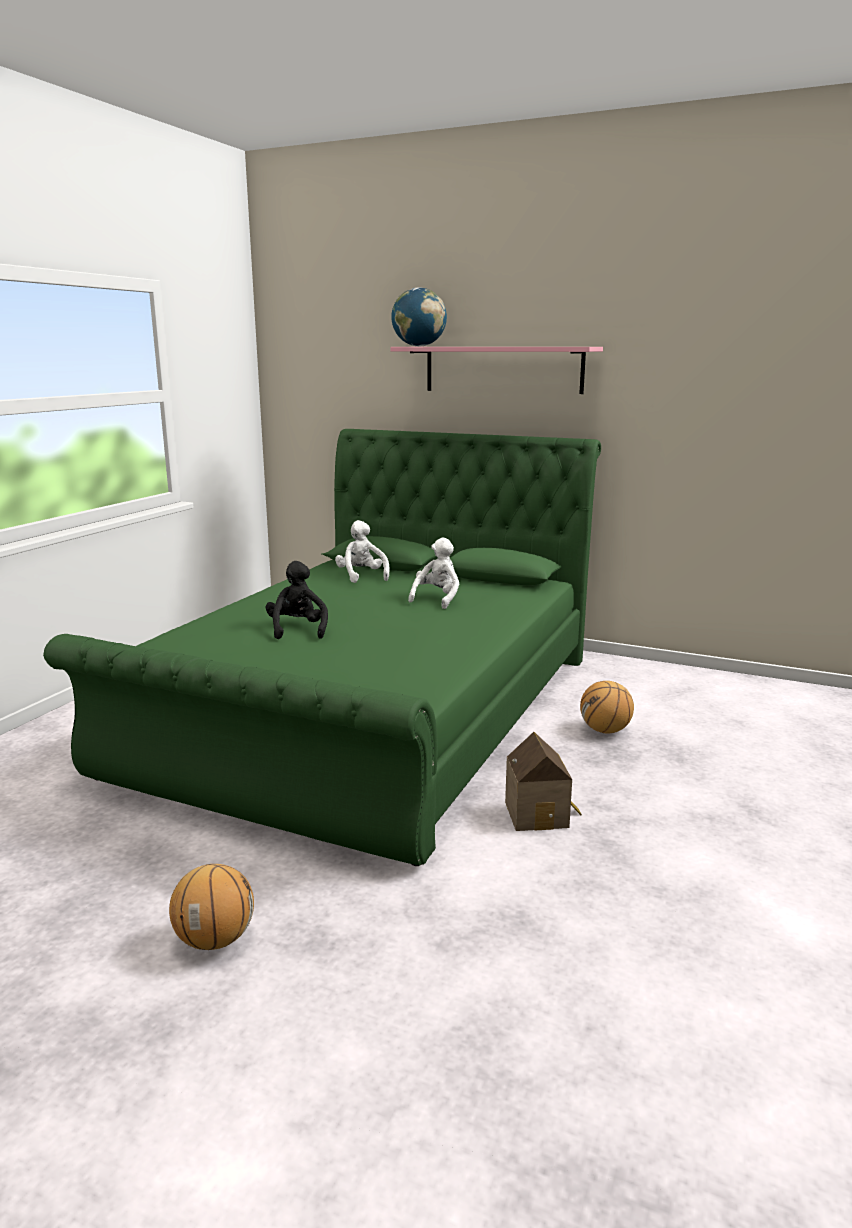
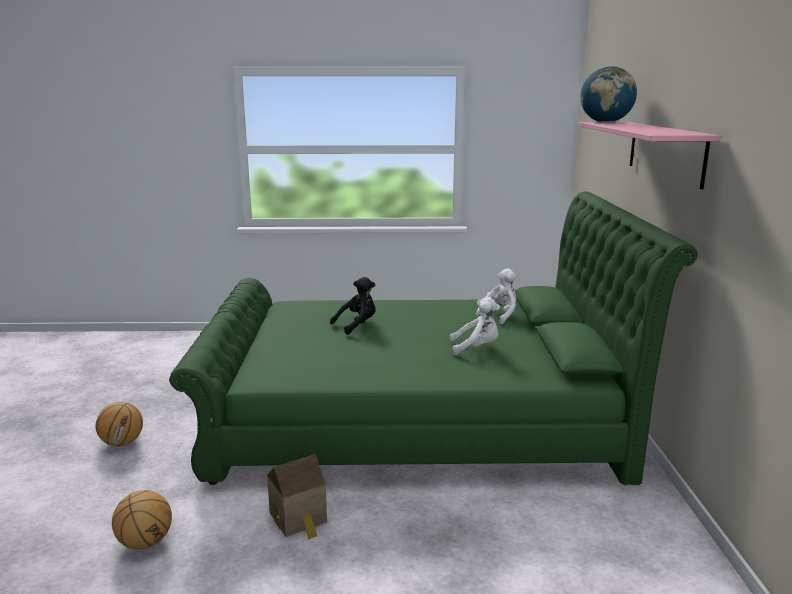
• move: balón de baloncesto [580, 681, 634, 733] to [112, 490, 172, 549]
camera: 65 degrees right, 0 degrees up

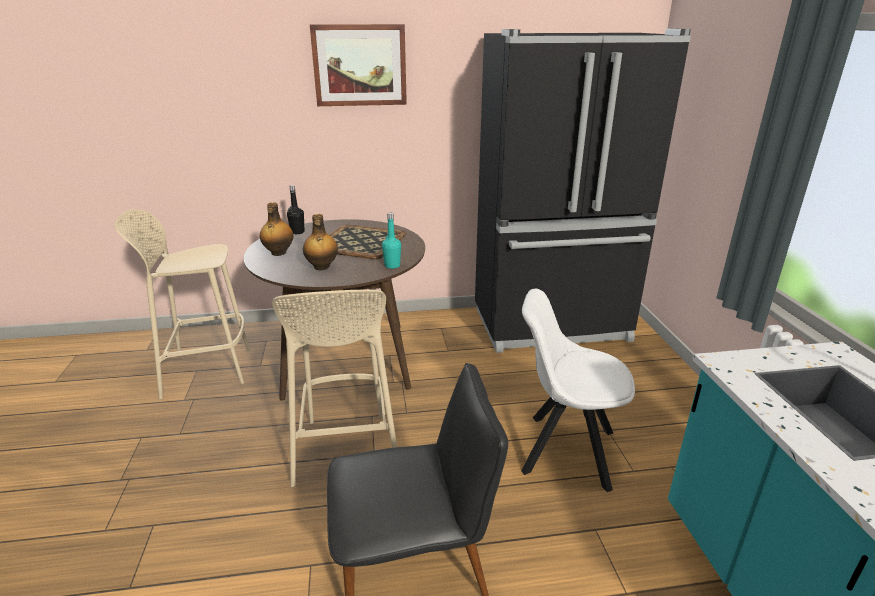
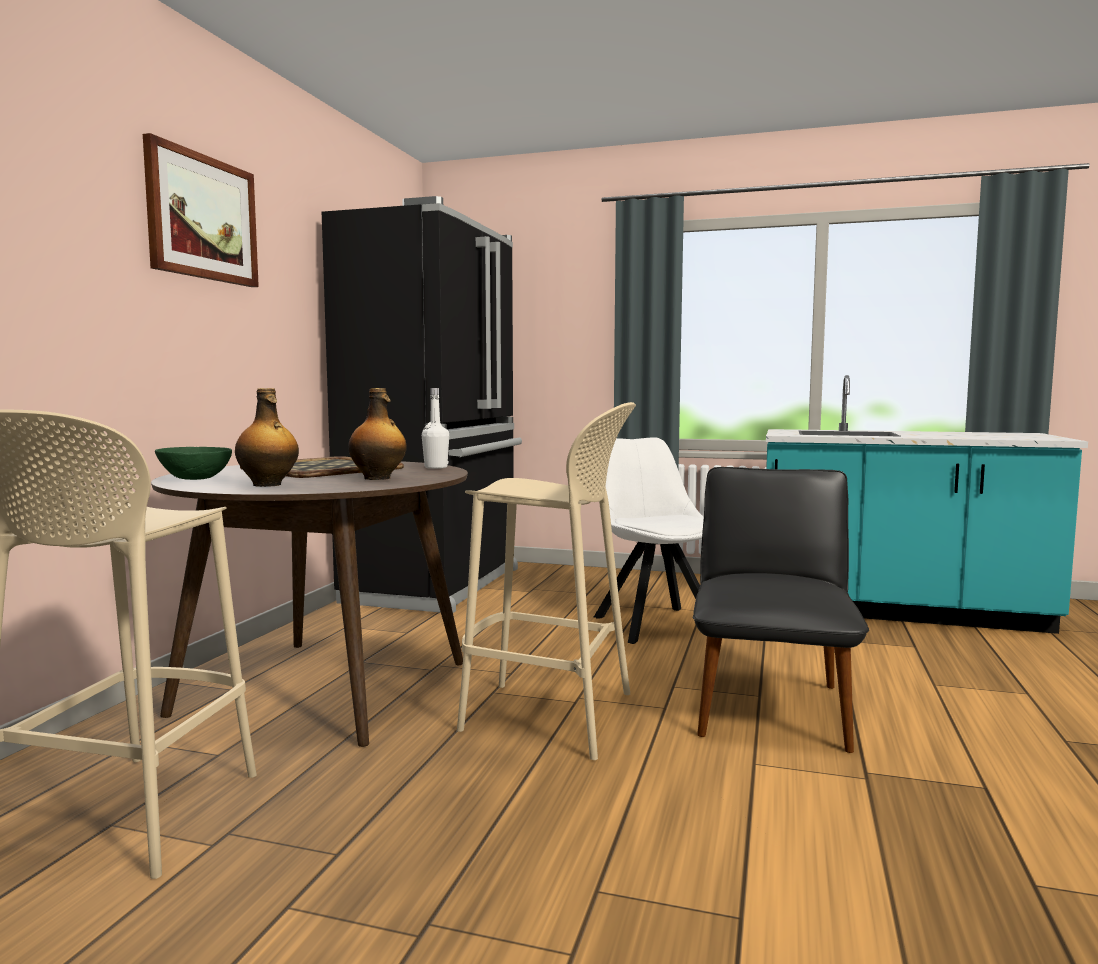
• replace: botella (negro) [287, 185, 305, 234] to cuenco (verde) [155, 447, 232, 480]
• recolor: botella (turquesa) [382, 213, 401, 269] to botella (blanco) [422, 388, 449, 469]
• rotate: silla (blanco) [521, 289, 635, 492] = [594, 437, 704, 644] 120 degrees clockwise
camera: 65 degrees left, 20 degrees down

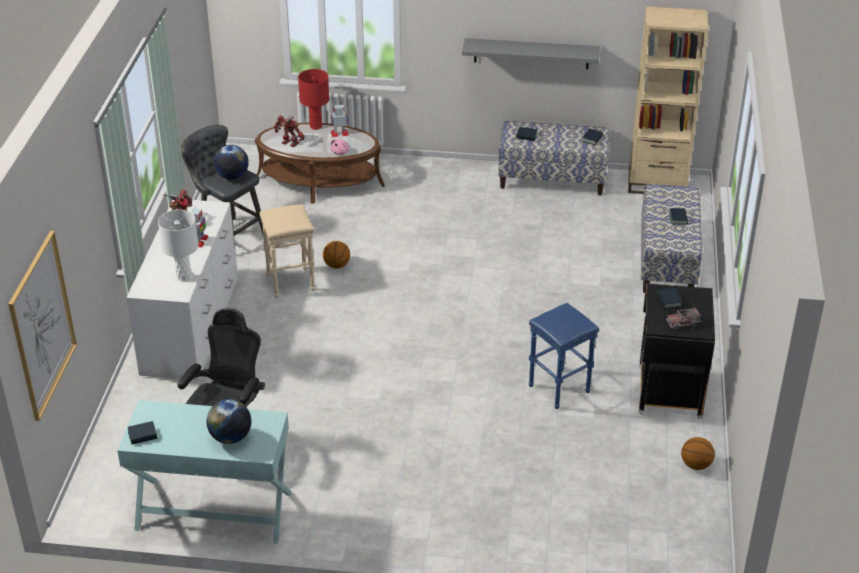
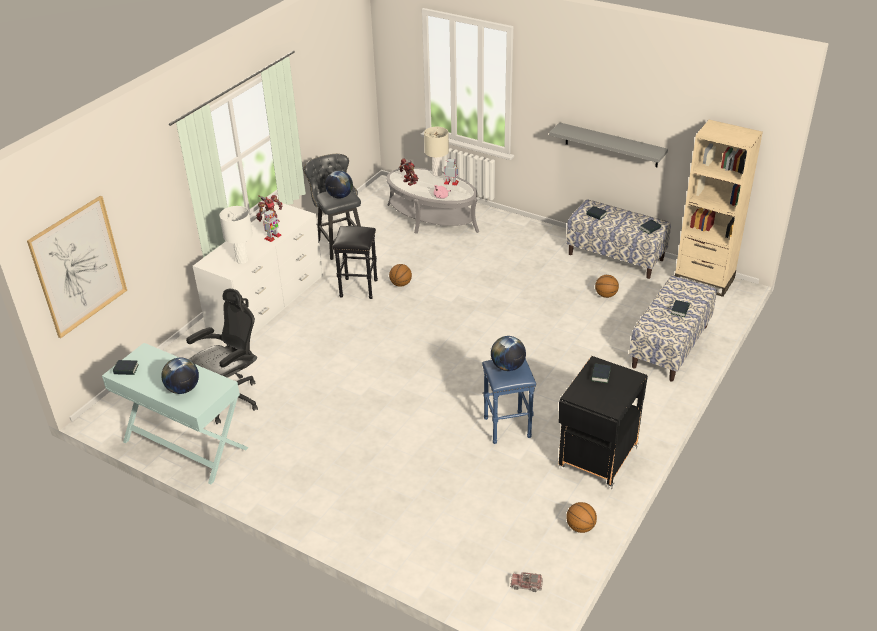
• recolor: taburete (beis) [259, 204, 315, 298] to taburete (negro) [333, 226, 378, 299]
• recolor: mesa de centro (marrón) [255, 123, 385, 204] to mesa de centro (gris) [386, 168, 479, 234]
• recolor: lámpara de mesa (rojo) [298, 69, 329, 130] to lámpara de mesa (beis) [424, 127, 449, 176]
• insert: globo terráqueo [491, 336, 526, 371]
• move: camión de juguete [666, 307, 702, 329] to [510, 572, 543, 592]
• insert: balón de baloncesto [595, 275, 619, 298]
camera: 25 degrees right, 0 degrees up

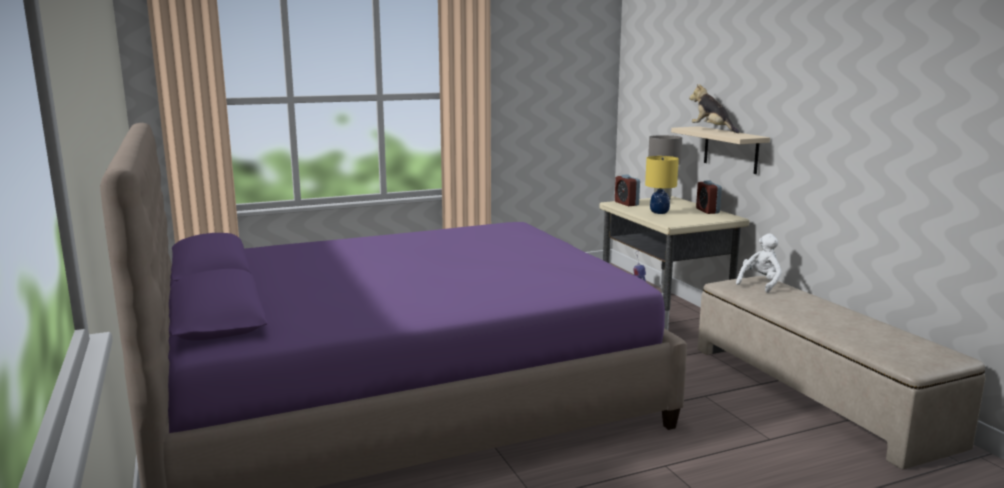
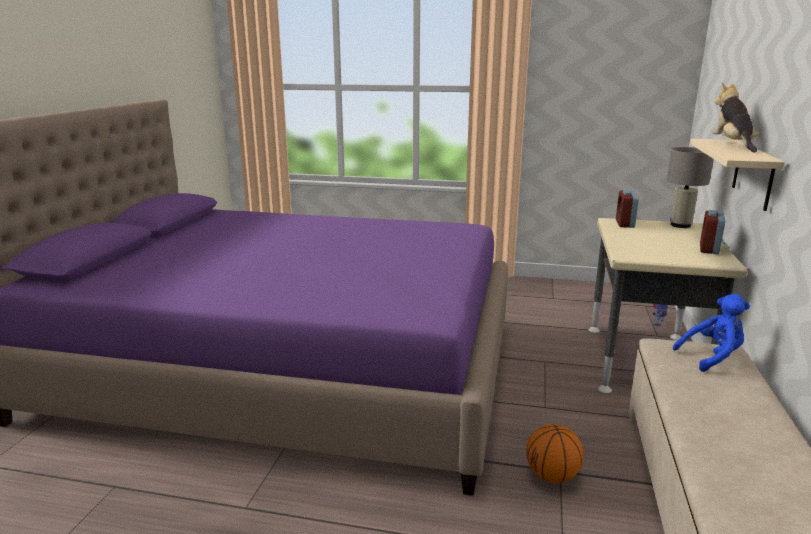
• insert: balón de baloncesto [526, 424, 584, 483]
• recolor: peluche (blanco) [736, 233, 782, 293] to peluche (azul) [673, 294, 750, 372]
• delete: lámpara de mesa (amarillo) [645, 156, 679, 214]
camera: 35 degrees right, 5 degrees up

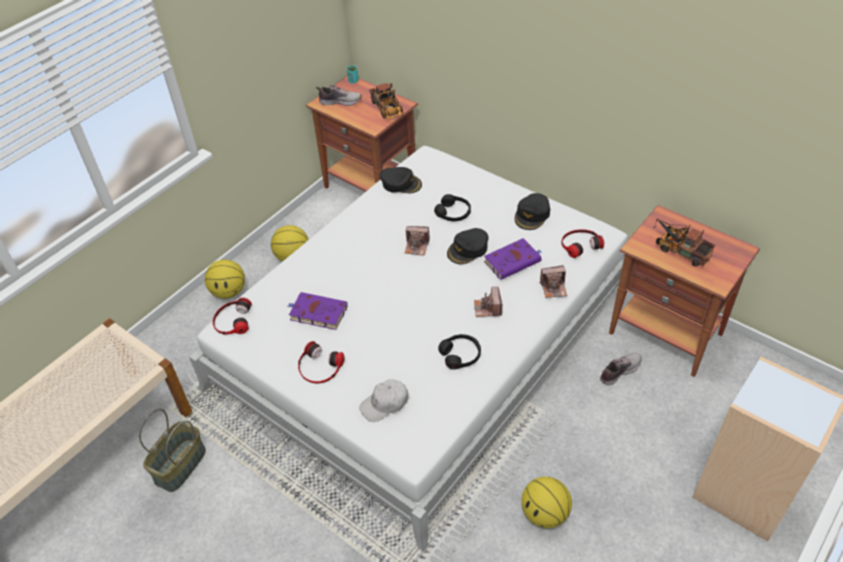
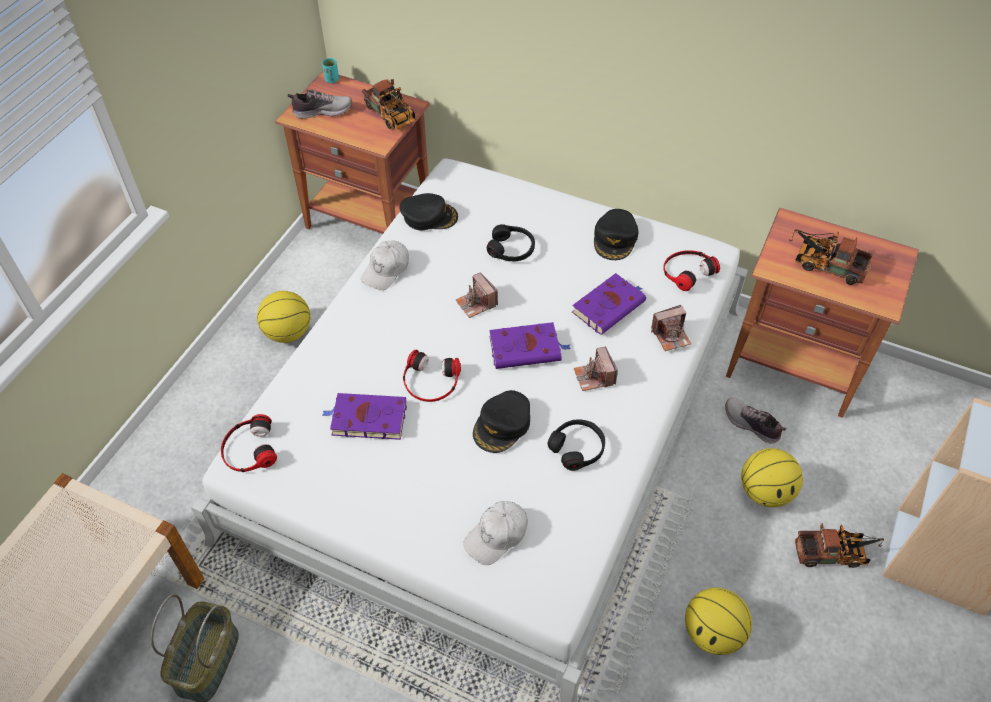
• insert: gorra (blanco) [361, 241, 409, 290]
• move: auriculares [298, 341, 344, 384] to [403, 350, 461, 402]
• rotate: cámara [405, 226, 430, 256] = [456, 273, 498, 318] 60 degrees clockwise
• move: gorra (negro) [447, 228, 488, 264] to [473, 390, 530, 453]
• insert: libro (morado) [489, 322, 571, 369]
• rotate: zapato [600, 353, 642, 385] = [725, 398, 786, 444] 90 degrees counterclockwise
• move: balón de baloncesto [205, 260, 245, 299] to [741, 448, 803, 507]
• insert: camión de juguete [795, 523, 884, 568]
camera: 15 degrees left, 5 degrees up

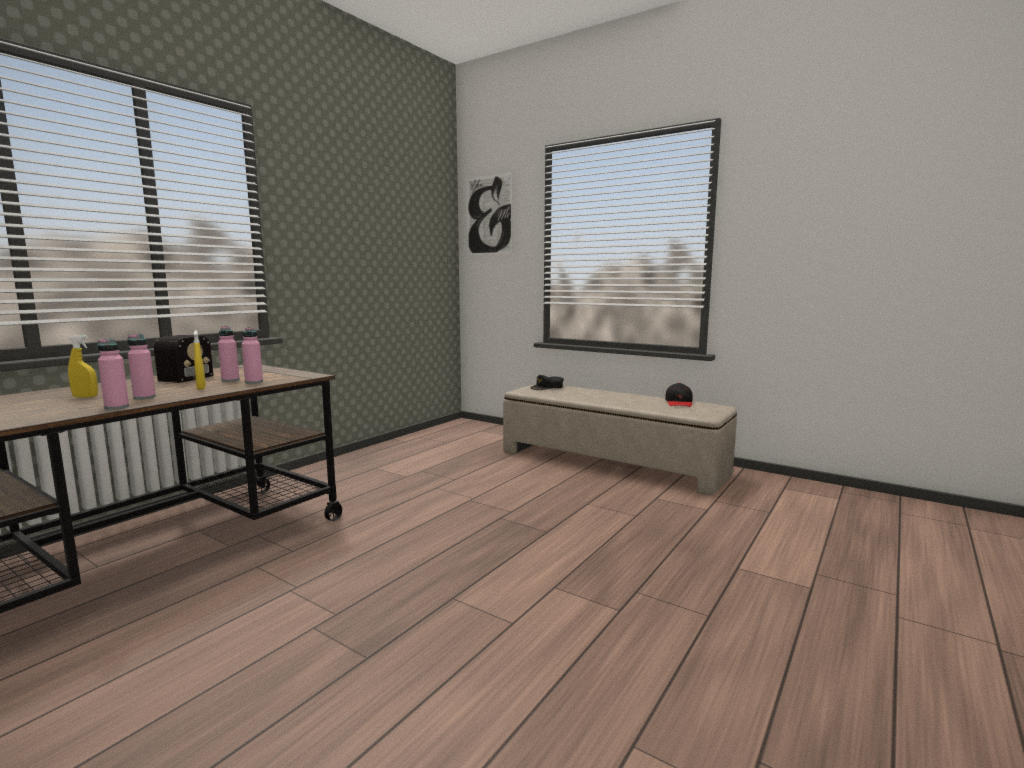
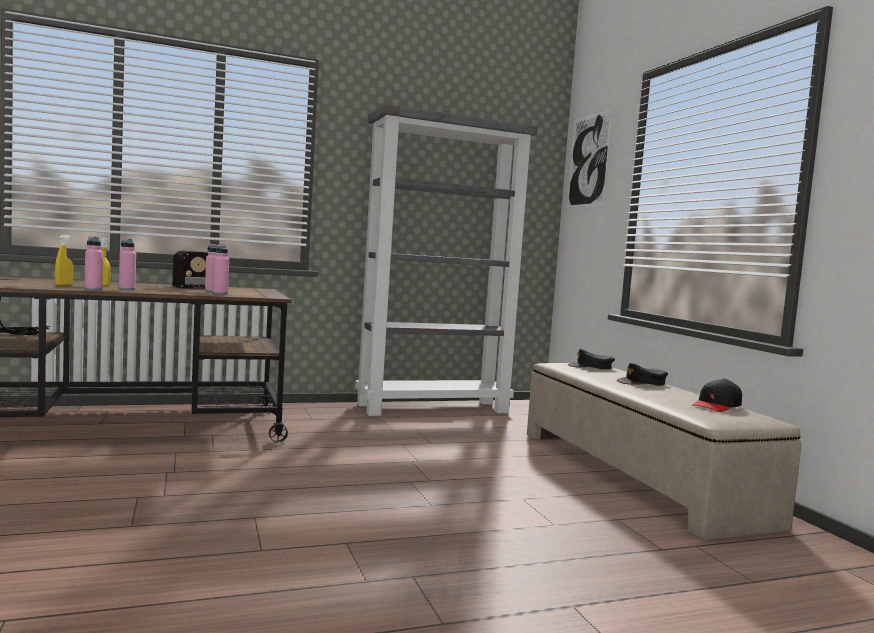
• move: pulverizador (amarillo) [194, 330, 206, 390] to [55, 235, 74, 285]
• insert: estantería (gris) [355, 104, 538, 416]
• insert: gorra (negro) [617, 363, 668, 386]
camera: 35 degrees right, 5 degrees down

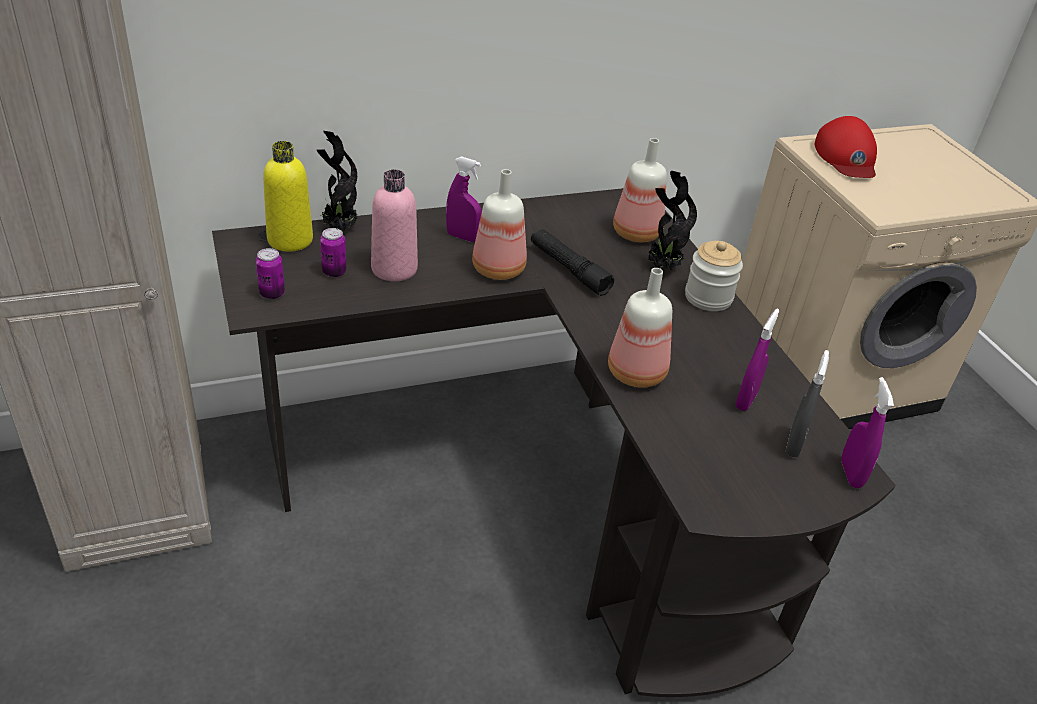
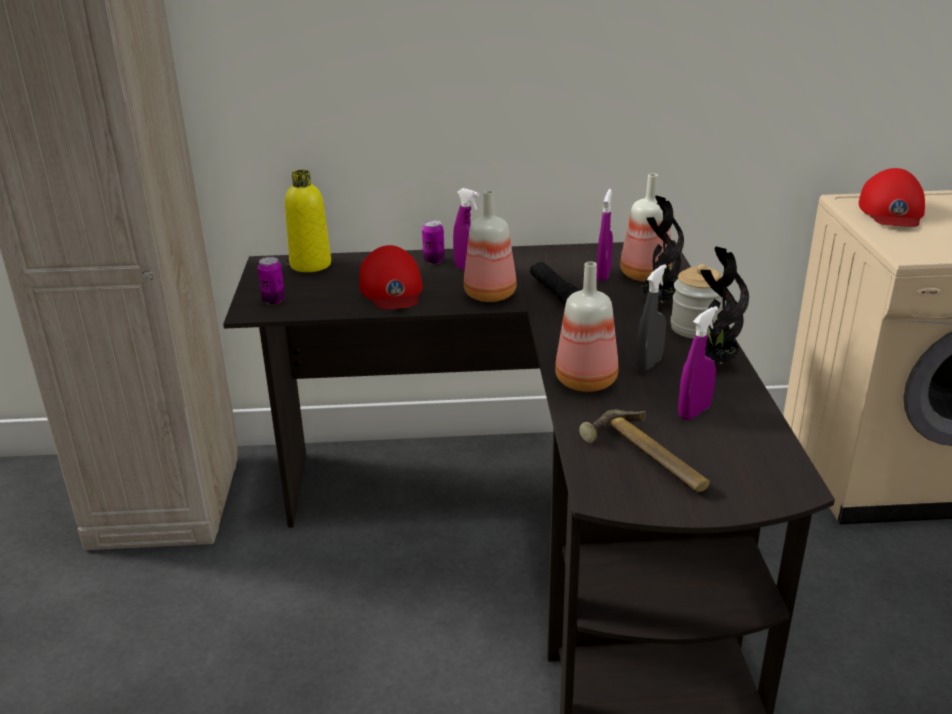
• replace: botella (rosa) [371, 169, 418, 281] to gorra (rojo) [359, 245, 423, 310]
• move: lata [320, 228, 347, 277] to [422, 220, 445, 264]
• insert: martillo [579, 410, 710, 492]
• move: pulverizador (morado) [841, 377, 894, 488] to [597, 189, 613, 281]
• move: pulverizador (gris) [785, 350, 829, 458] to [636, 264, 667, 371]
• move: planta en maceta [317, 131, 358, 231] to [701, 246, 749, 364]
camera: 20 degrees right, 10 degrees down

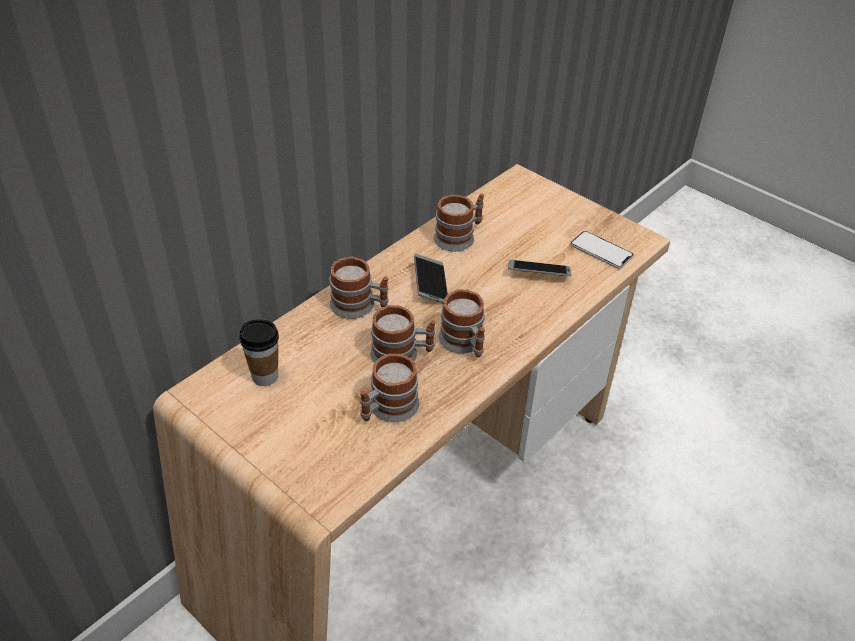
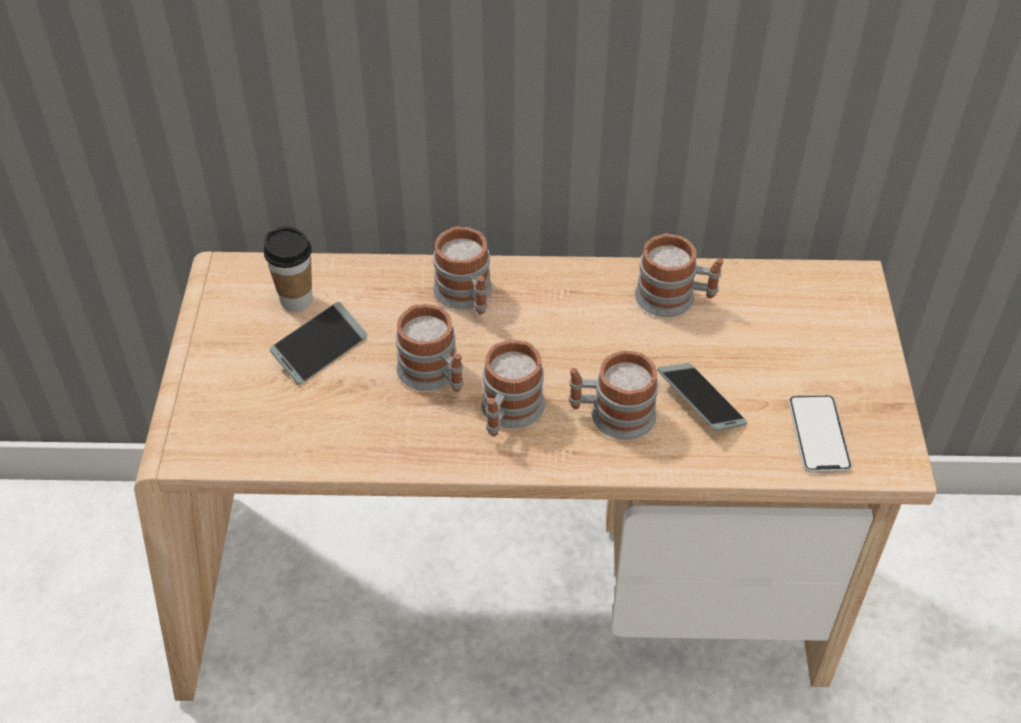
• move: móvil [414, 254, 448, 304] to [270, 302, 367, 384]
• move: taza grande [360, 353, 419, 423] to [568, 351, 658, 440]
camera: 50 degrees right, 5 degrees up

